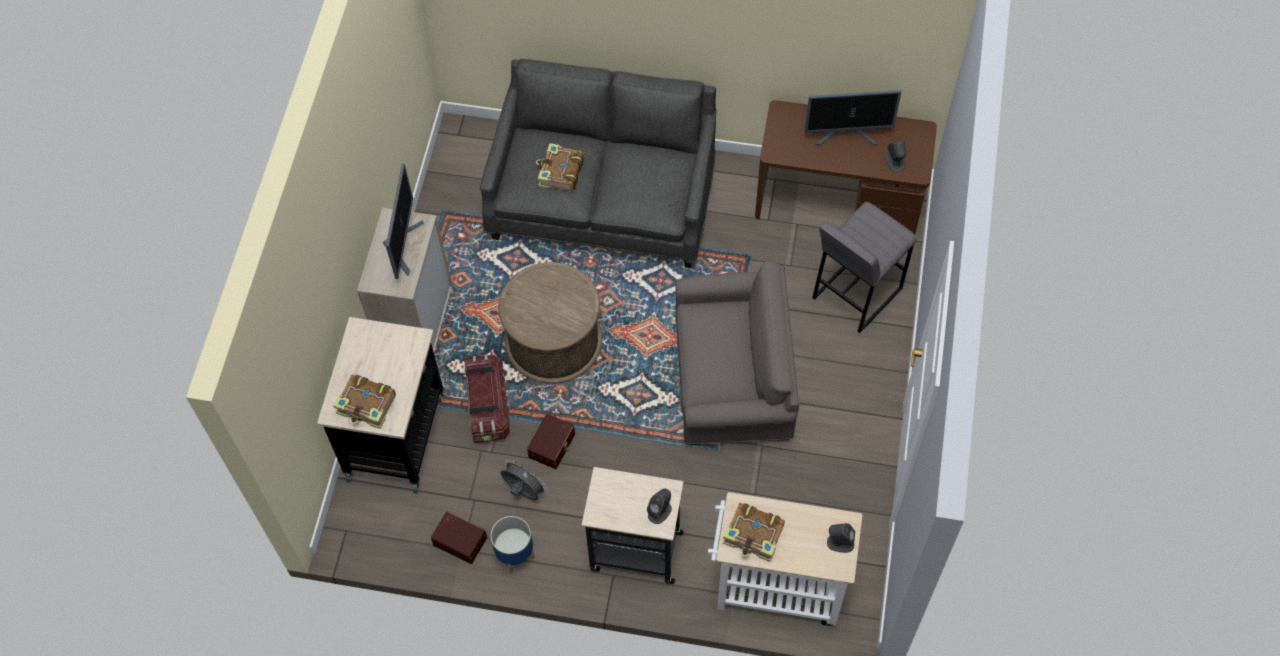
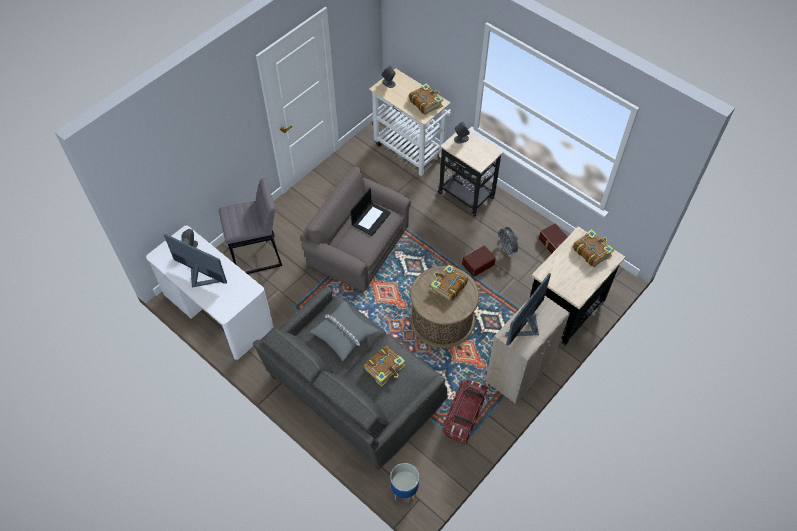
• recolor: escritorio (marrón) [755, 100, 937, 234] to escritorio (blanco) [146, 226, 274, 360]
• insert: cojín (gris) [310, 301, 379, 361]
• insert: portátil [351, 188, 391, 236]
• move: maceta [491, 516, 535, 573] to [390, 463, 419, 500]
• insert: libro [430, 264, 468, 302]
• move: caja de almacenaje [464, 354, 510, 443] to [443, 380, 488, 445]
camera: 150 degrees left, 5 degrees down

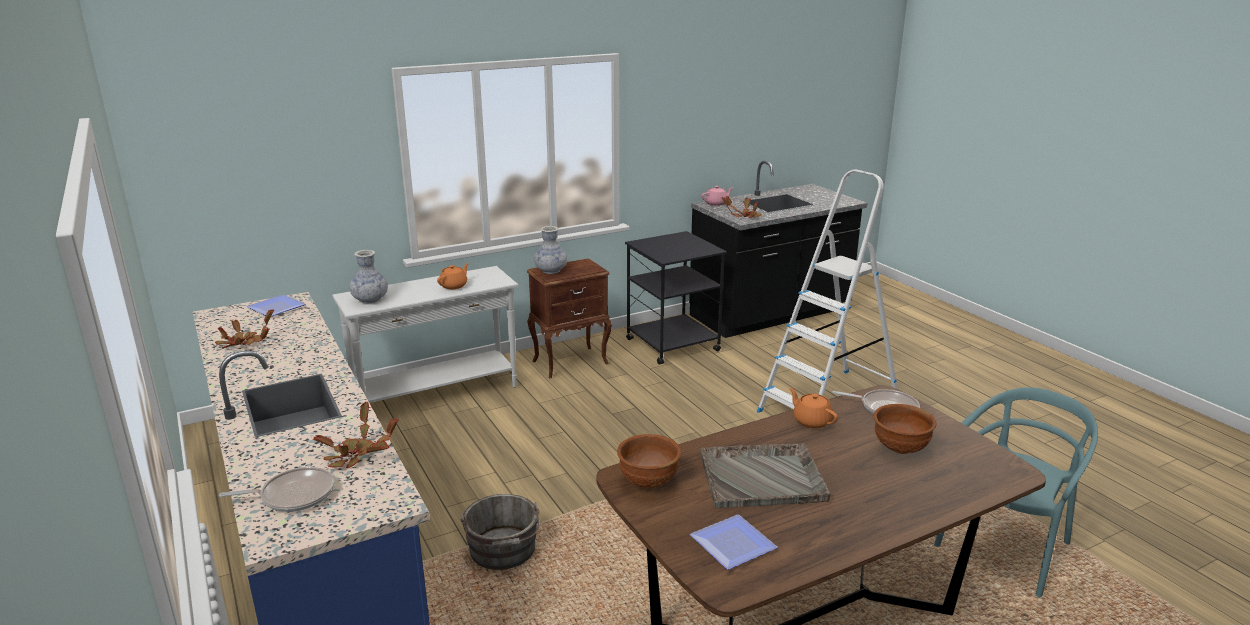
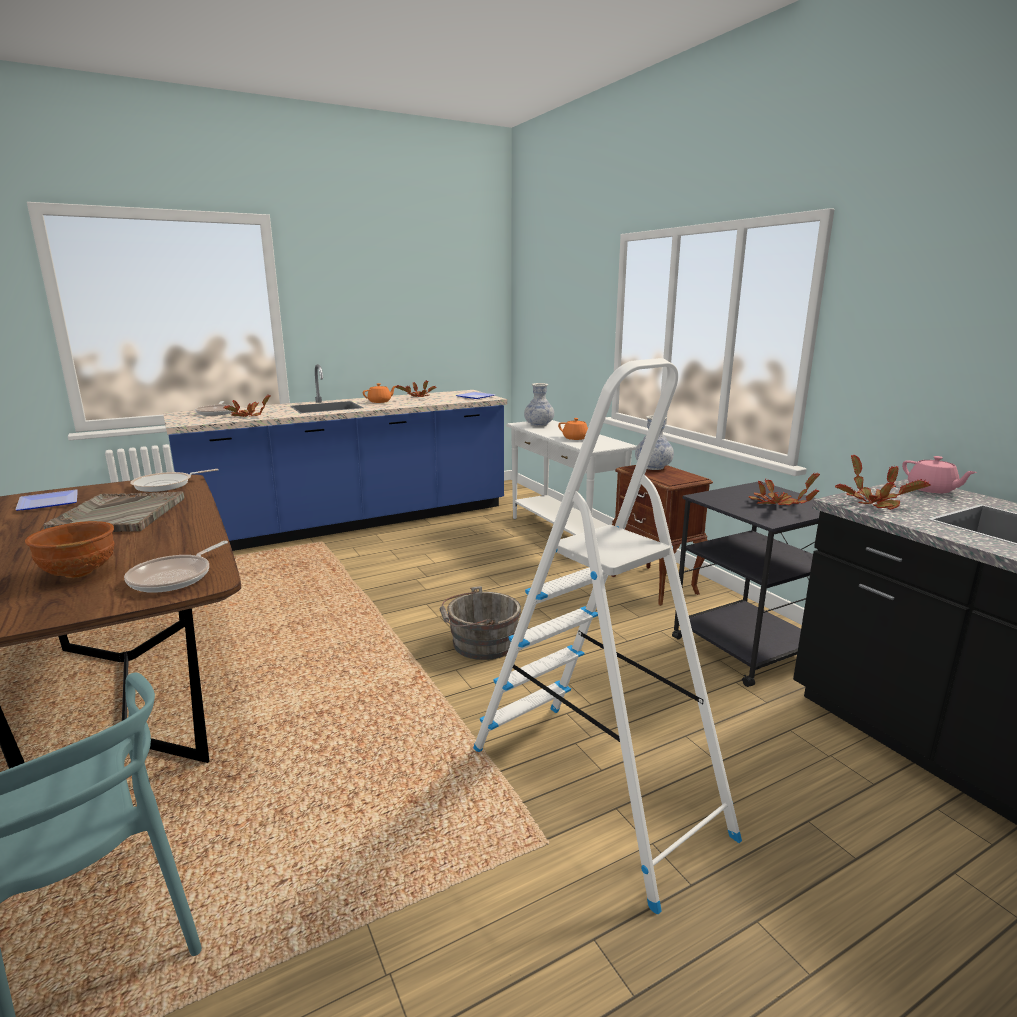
• replace: cuenco (marrón) [617, 434, 681, 488] to sartén [130, 469, 219, 492]
• move: tetera (naranja) [789, 388, 838, 428] to [363, 383, 396, 403]
• move: cubo (gris) [461, 494, 540, 570] to [440, 586, 521, 660]
• insert: planta en maceta [749, 472, 820, 505]
camera: 90 degrees right, 5 degrees down

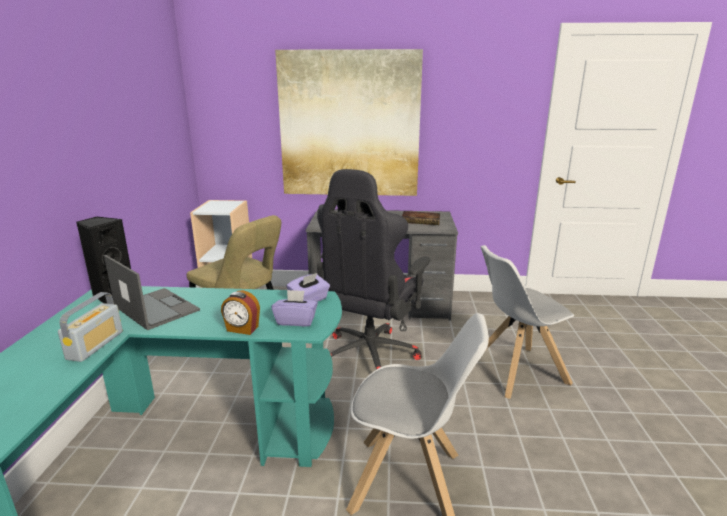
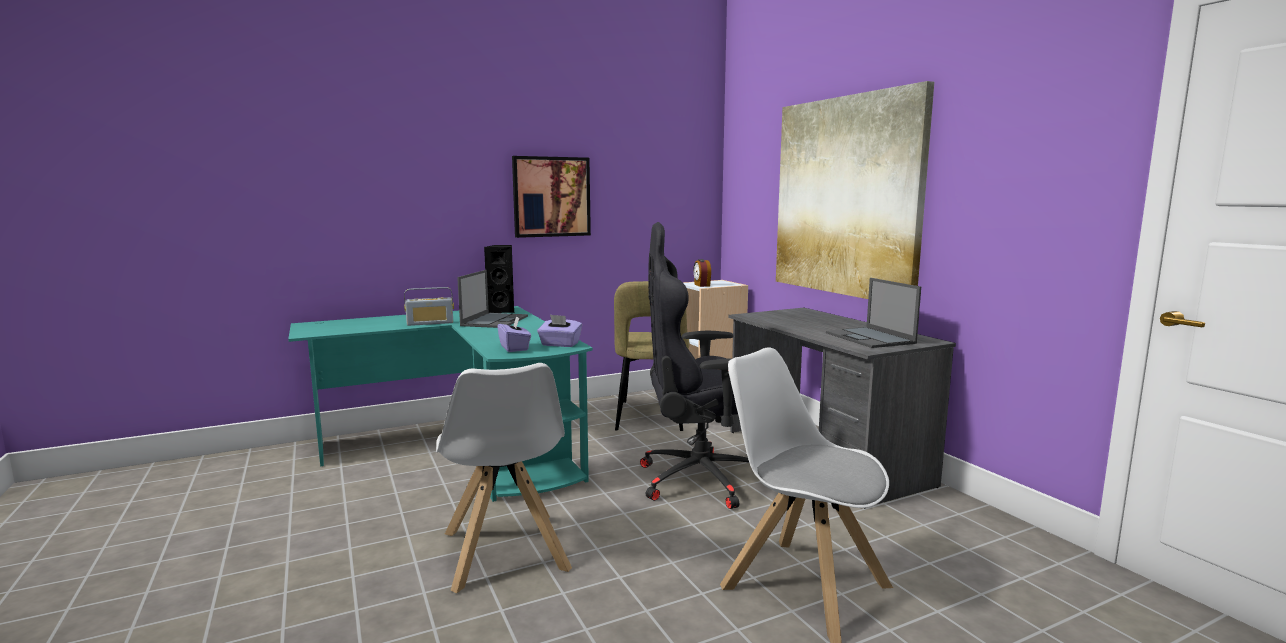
• insert: cuadro [512, 156, 591, 238]
• move: despertador [221, 290, 260, 335] to [693, 259, 711, 287]
• replace: libro [402, 211, 440, 225] to portátil [826, 278, 921, 348]
camera: 60 degrees right, 10 degrees down

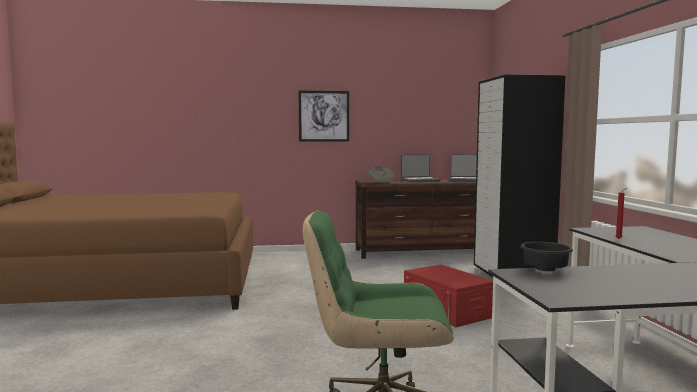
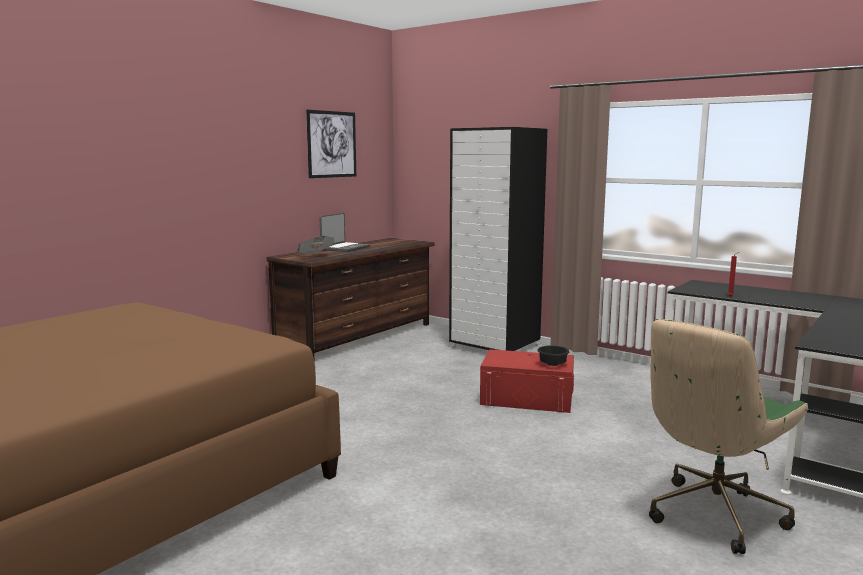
• move: cuadro [298, 90, 349, 142] to [306, 110, 356, 178]
• move: cuenco (negro) [520, 242, 573, 271] to [537, 346, 569, 366]
• delete: portátil [450, 154, 477, 182]
camera: 45 degrees left, 5 degrees up

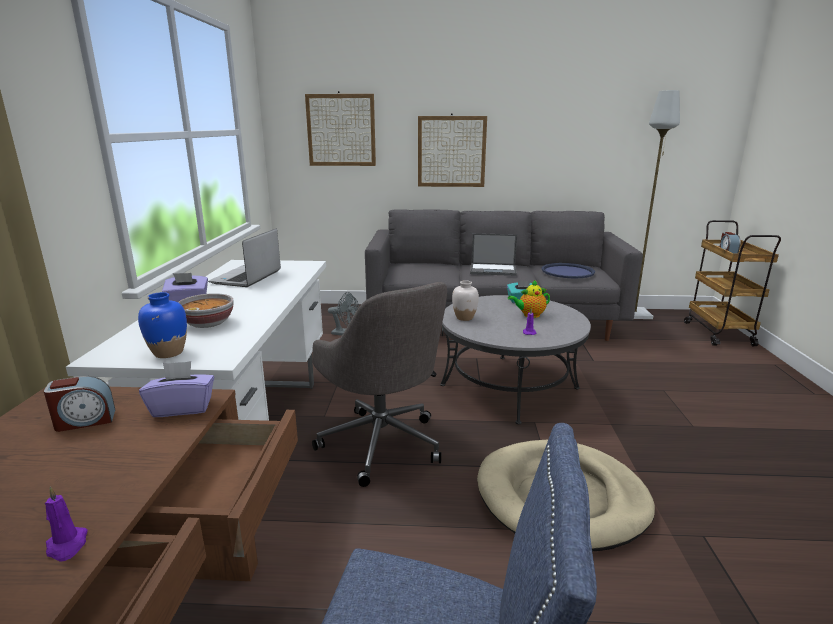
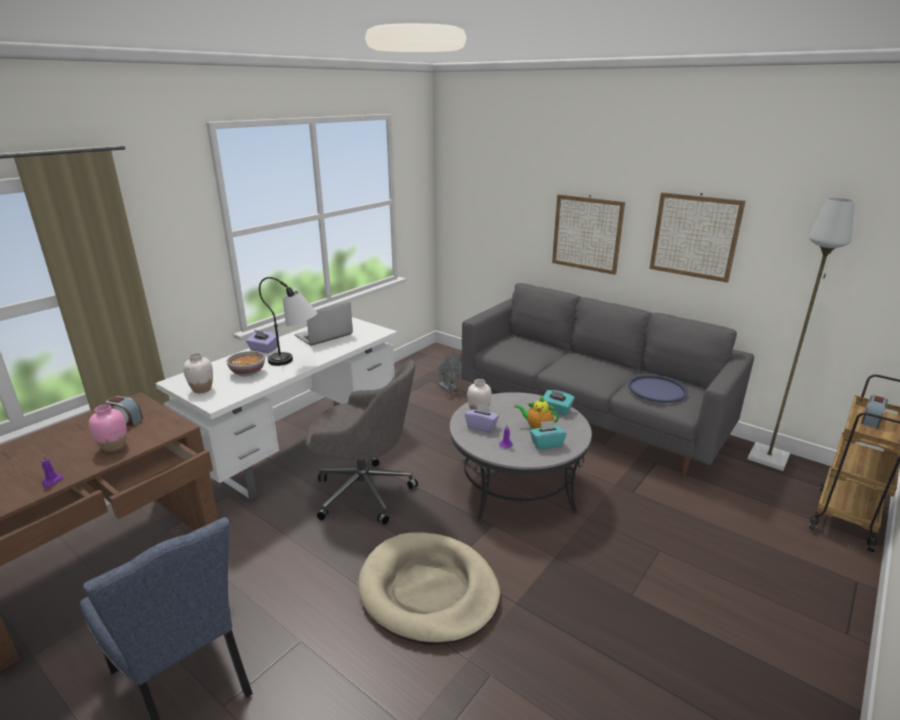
• insert: florero (rosa) [89, 404, 127, 452]
• recolor: florero (azul) [138, 292, 187, 358] to florero (blanco) [183, 353, 213, 393]
• insert: lámpara de mesa [259, 277, 317, 366]
• rotate: silla de oficina (gris) [312, 282, 447, 487] = [305, 360, 418, 525] 75 degrees counterclockwise
• move: caja de pañuelos (morado) [139, 361, 214, 417] to [465, 404, 499, 432]
• insert: caja de pañuelos (turquesa) [530, 421, 567, 450]
• move: cuadro [305, 91, 376, 166] to [649, 192, 746, 283]
• delete: portátil [470, 233, 517, 276]
camera: 35 degrees right, 5 degrees up

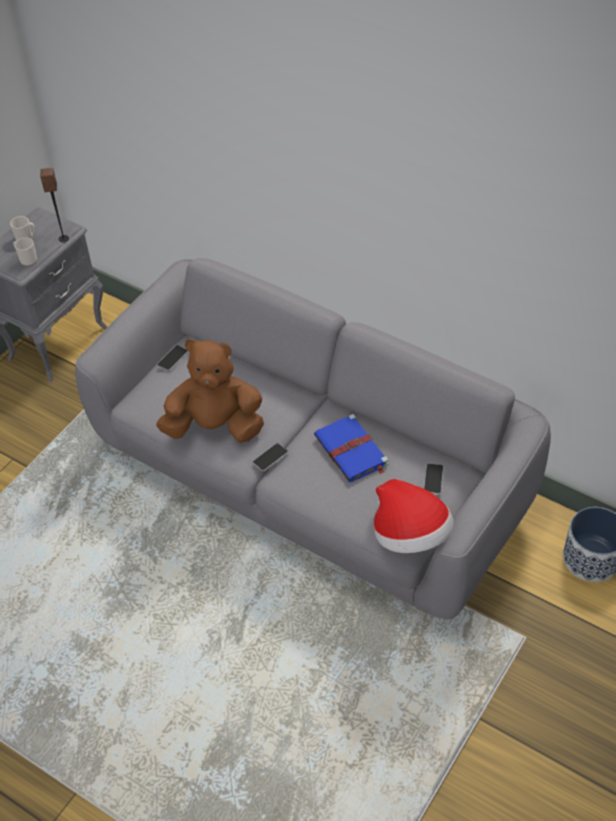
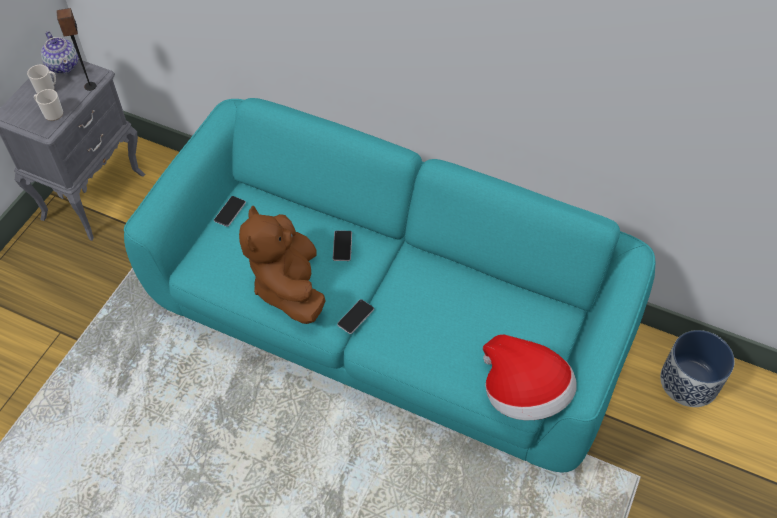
• insert: tetera [41, 31, 79, 73]
• recolor: sofá (gris) [75, 258, 551, 619] to sofá (turquesa) [124, 98, 656, 472]
• rotate: peluche (marrón) [156, 339, 264, 443] = [239, 206, 326, 324] 90 degrees counterclockwise
• move: móvil [424, 464, 444, 494] to [333, 231, 352, 261]
• delete: libro (azul) [314, 414, 388, 482]
camera: 10 degrees left, 5 degrees up

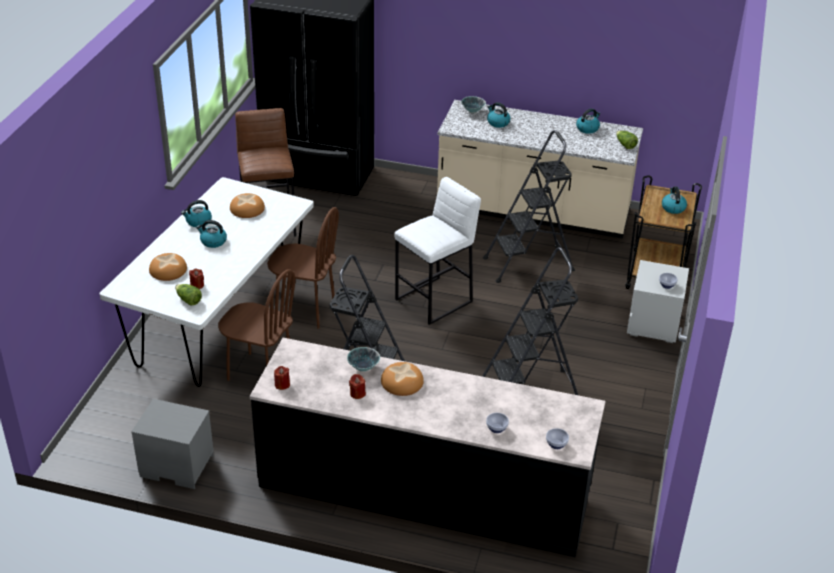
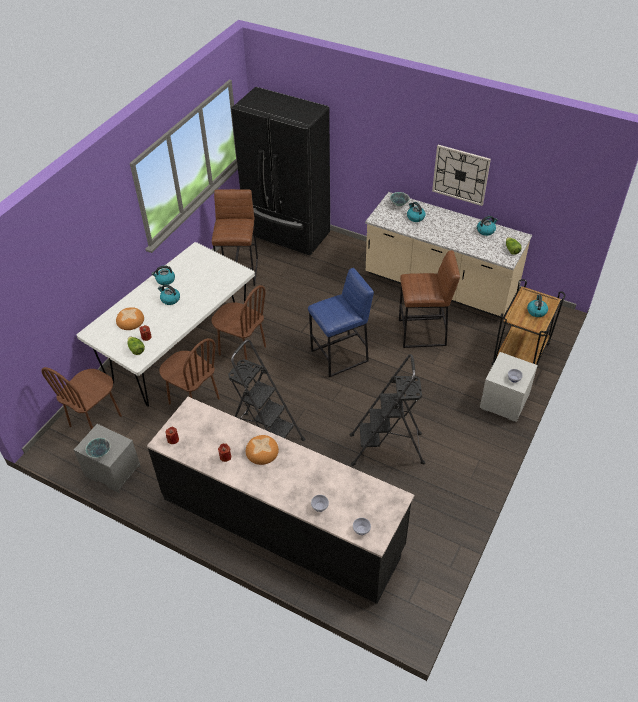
• insert: silla (marrón) [41, 367, 122, 430]
• move: cuenco [347, 347, 380, 372] to [86, 438, 111, 458]
• recolor: taburete (blanco) [394, 177, 481, 325] to taburete (azul) [308, 268, 374, 377]
• replace: escalera de tijera [483, 130, 575, 283] to taburete (marrón) [399, 250, 460, 348]
• insert: reloj de pared [432, 145, 491, 206]
• delete: pan [230, 193, 265, 218]
camera: 15 degrees right, 10 degrees up

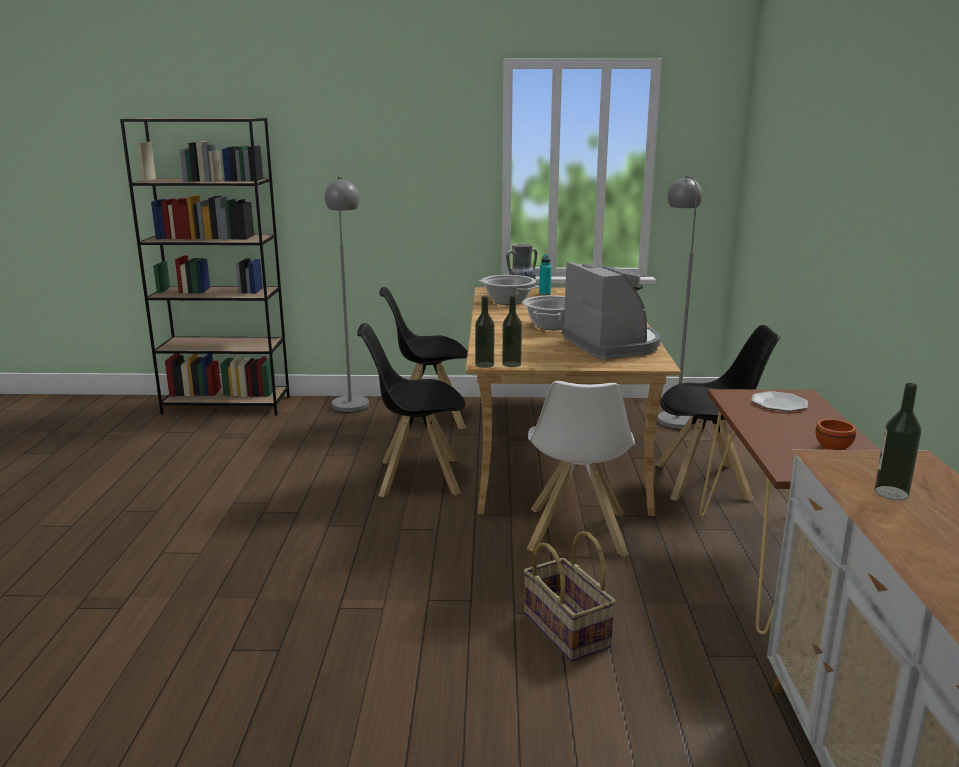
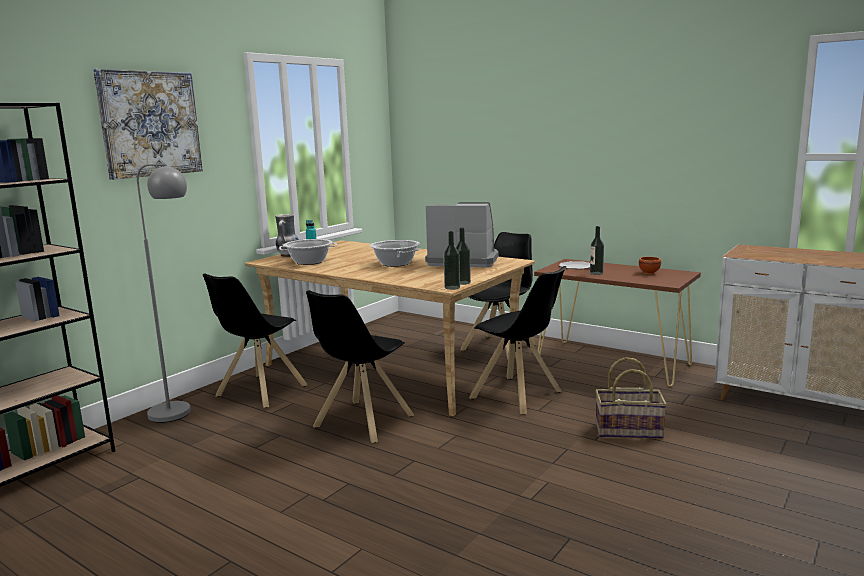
• insert: cuadro [93, 69, 203, 180]
• recolor: silla (blanco) [527, 381, 635, 557] to silla (negro) [469, 266, 566, 415]
• move: botella [874, 383, 921, 500] to [590, 226, 604, 275]
• delete: lámpara de pie (gris) [657, 175, 702, 430]
camera: 55 degrees left, 5 degrees down

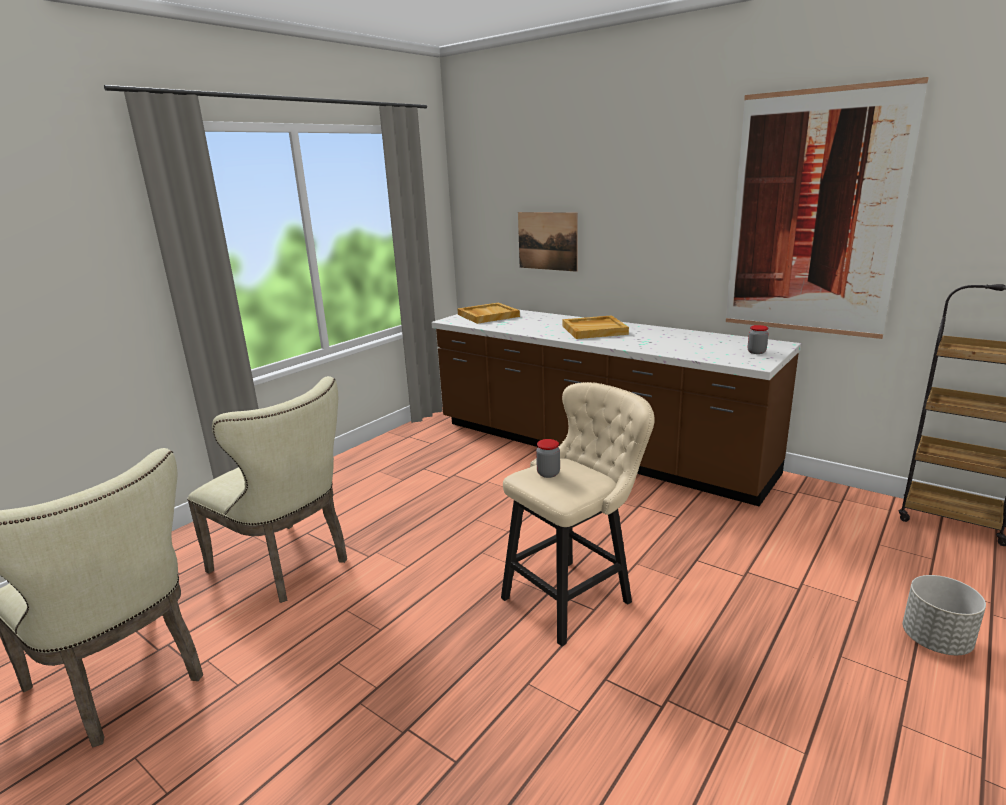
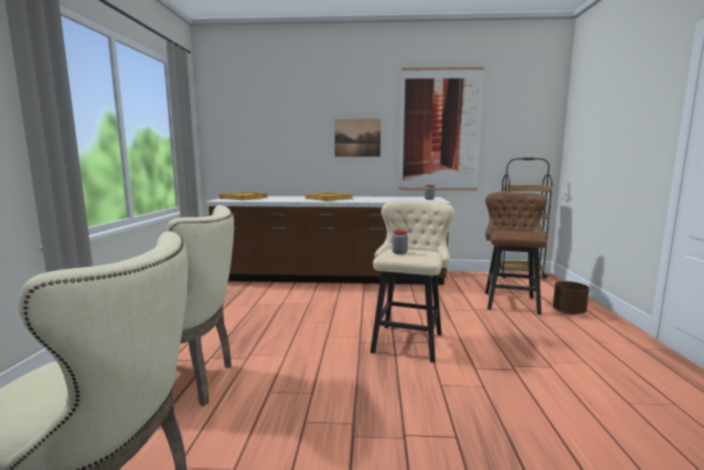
• move: cuadro [518, 212, 578, 272] to [335, 119, 381, 157]
• insert: taburete (marrón) [485, 192, 548, 315]
• recolor: maceta (gris) [903, 575, 986, 655] to maceta (marrón) [553, 281, 589, 315]
camera: 35 degrees left, 10 degrees down

